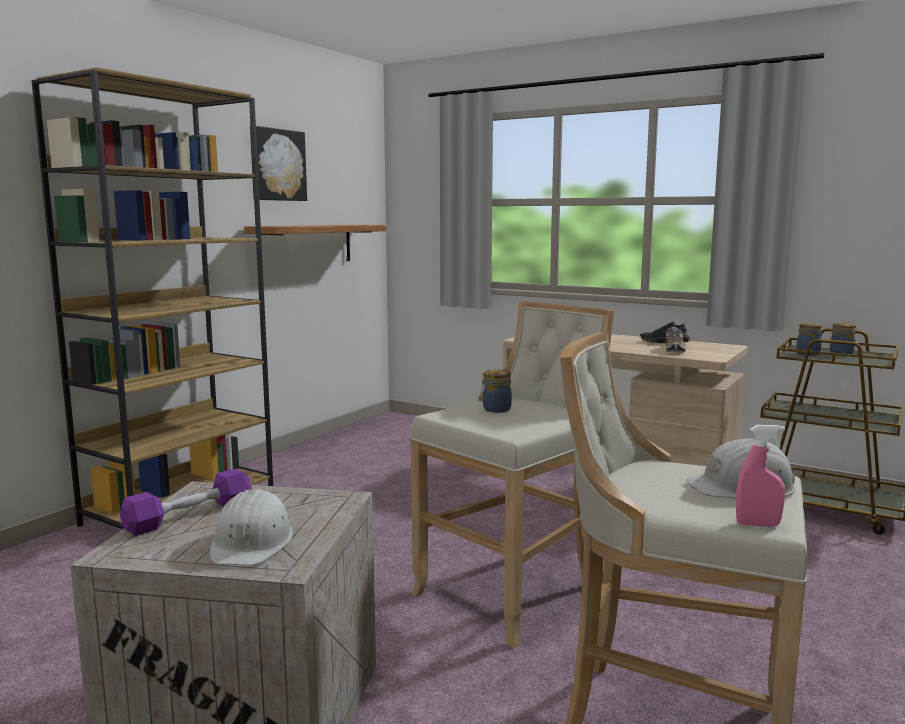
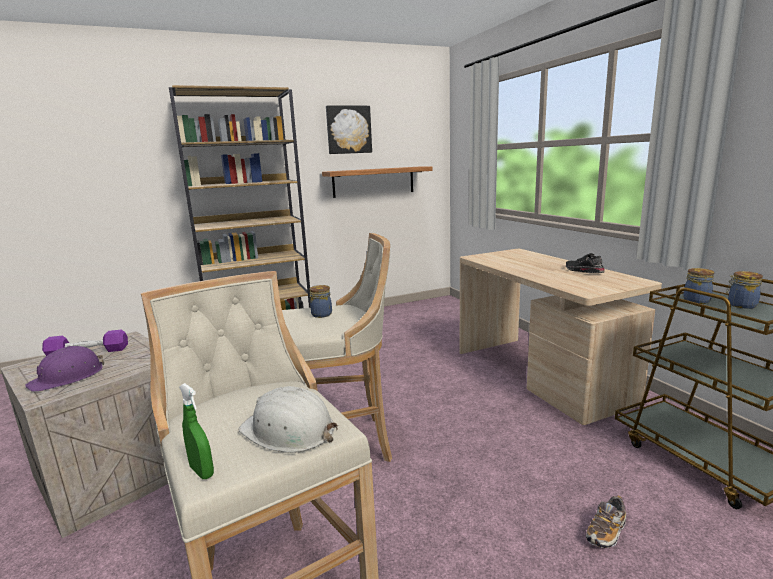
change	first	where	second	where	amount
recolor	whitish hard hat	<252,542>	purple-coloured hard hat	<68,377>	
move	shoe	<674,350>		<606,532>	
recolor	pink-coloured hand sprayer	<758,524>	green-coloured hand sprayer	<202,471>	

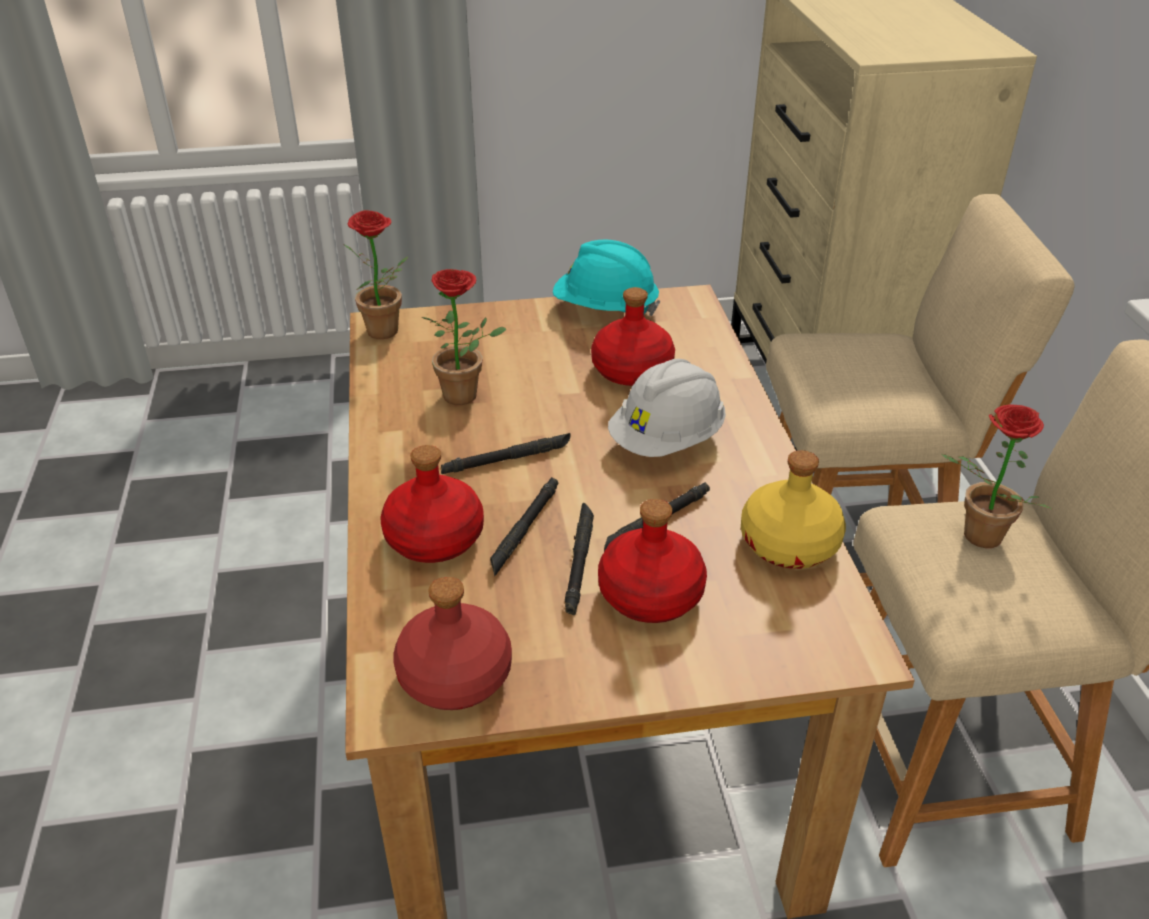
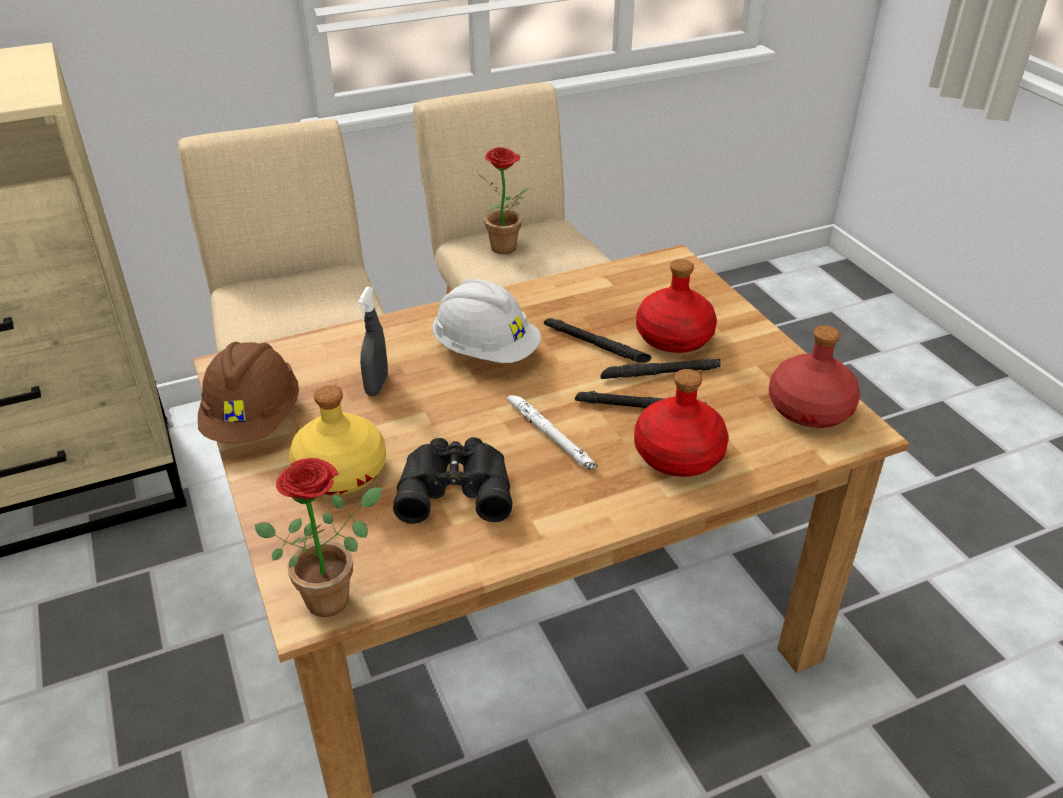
change	first	where	second	where	amount
replace	houseplant	<468,396>	black field glasses	<454,486>	
recolor	black torch	<507,459>	whitish torch	<550,436>	
recolor	turquoise hard hat	<605,309>	brown-coloured hard hat	<254,420>	
replace	red drink bottle	<631,370>	greyish hand sprayer	<377,385>	
move	yellow drink bottle	<789,544>		<342,471>	

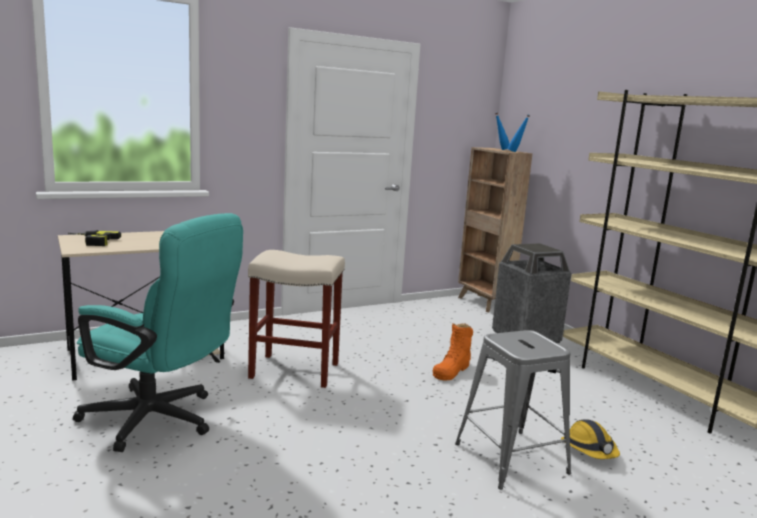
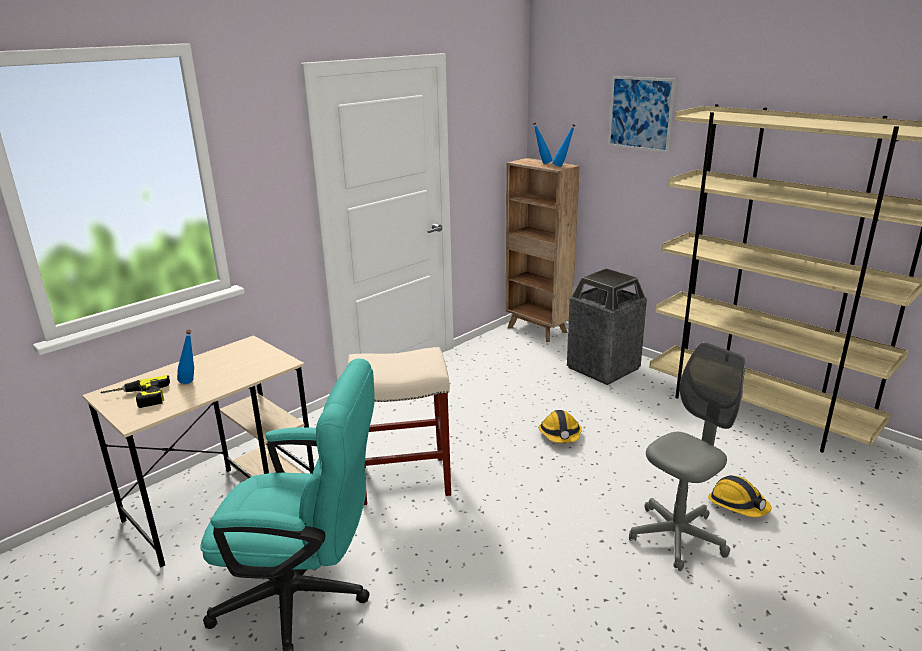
change	first	where	second	where	amount
replace	orangey high-top boot	<452,370>	hard hat	<560,435>	
replace	greyish sitting stool	<510,458>	greyish desk chair	<677,537>	
insert			blue-coloured drink bottle	<191,383>	
insert			wall art	<640,113>	

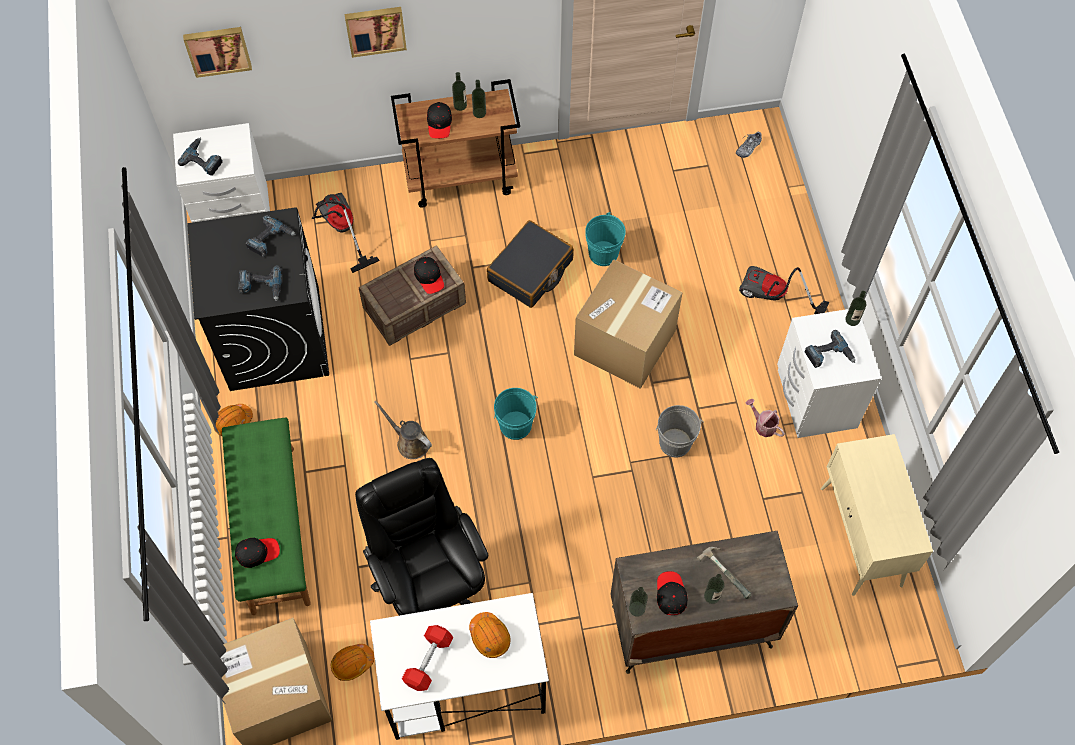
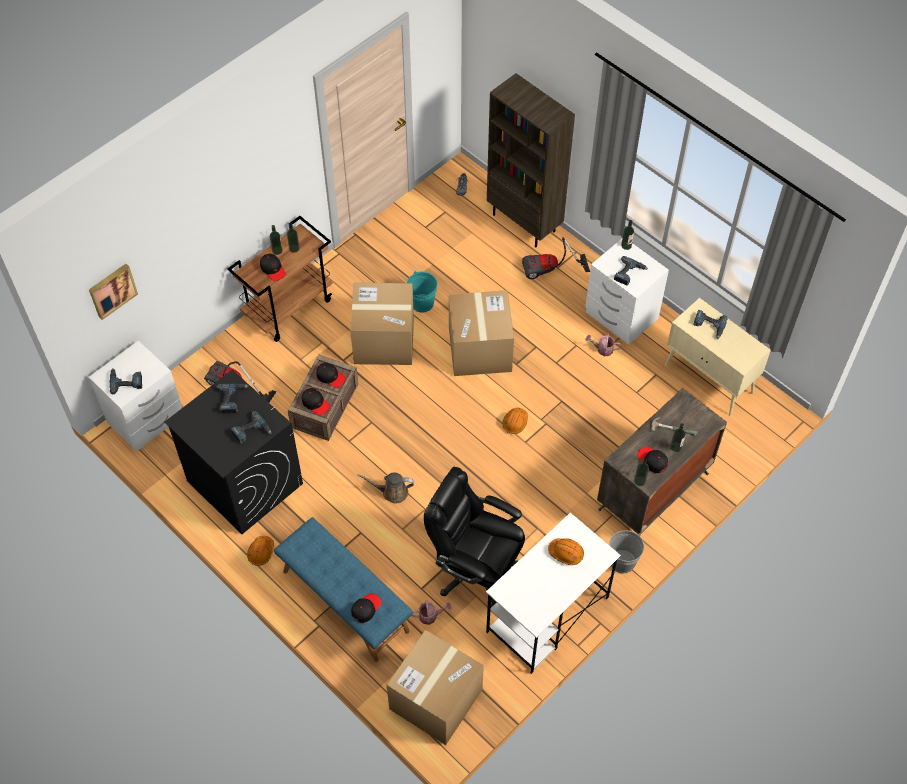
change	first	where	second	where	amount
recolor	green-coloured bench	<272,528>	blue-coloured bench	<344,601>	
move	orangey hard hat	<352,663>		<515,423>	
delete	wall art	<375,29>			
delete	red free weight	<428,661>			
replace	black suitcase	<530,271>	carton	<384,340>	
delete	turquoise water bucket	<515,425>			
move	greyish water bucket	<675,443>		<622,561>	
insert			black cap	<315,403>	
insert			watering pot	<430,616>	
insert			brown-coloured shelving unit	<525,223>	
insert			electric drill	<709,326>	

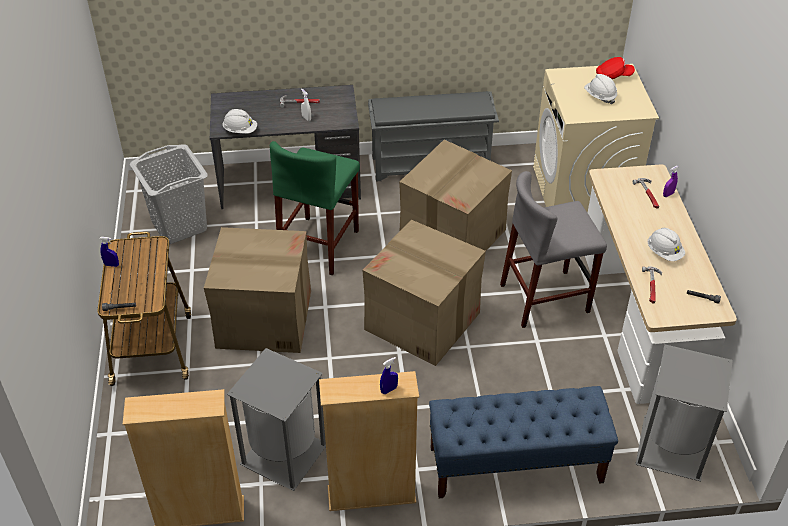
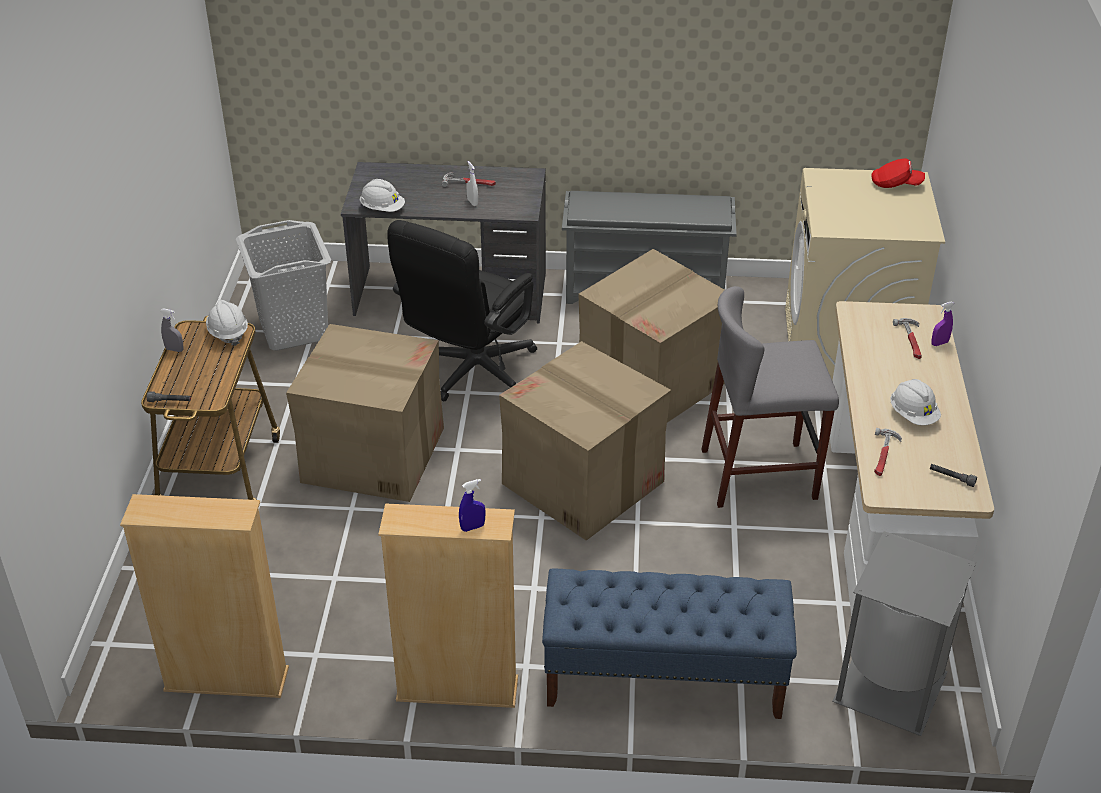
change	first	where	second	where	amount
recolor	blue-coloured hand sprayer	<111,265>	greyish hand sprayer	<174,349>	
delete	greyish rubbish bin	<282,454>			
replace	green-coloured sitting stool	<319,245>	black desk chair	<469,373>	
move	whitish hard hat	<599,96>		<228,333>	

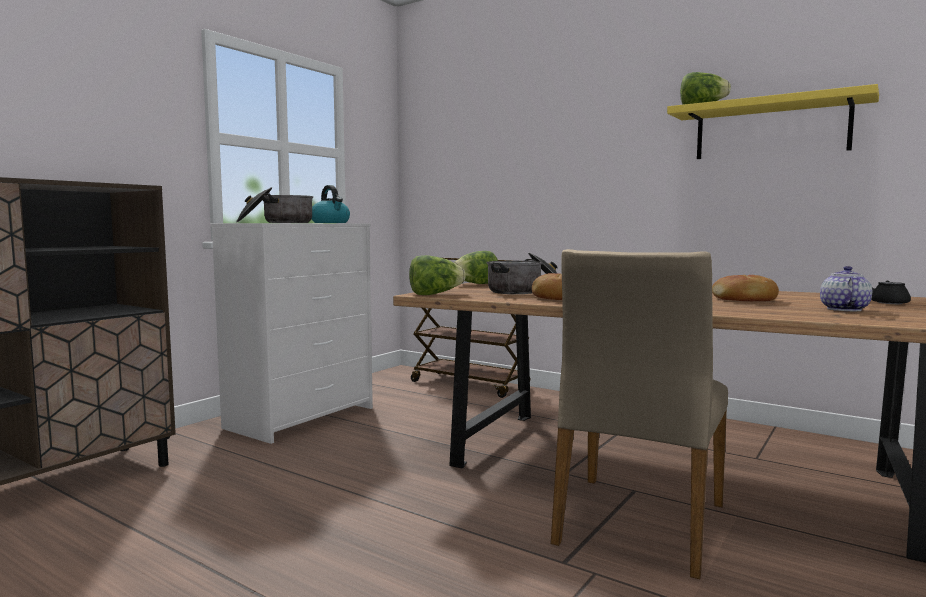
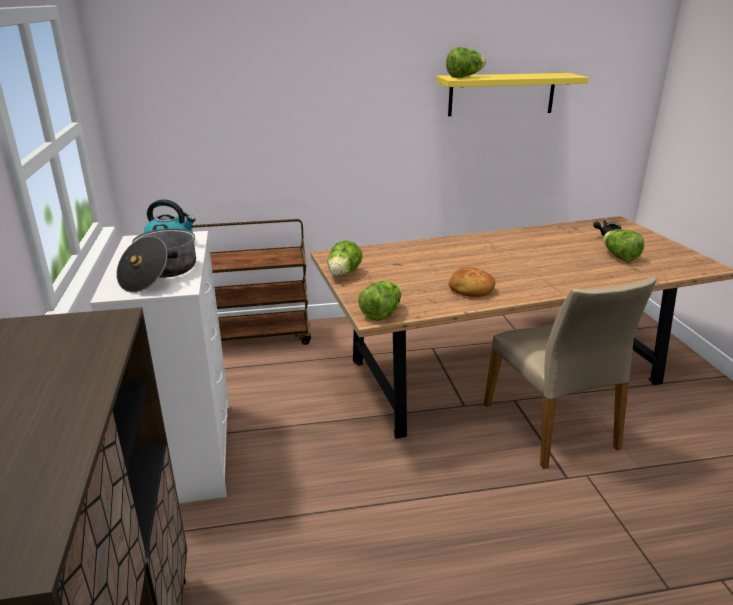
change	first	where	second	where	amount
delete	stockpot	<526,291>			
delete	baked bread	<744,300>			
replace	tea pot	<843,309>	lettuce	<619,257>	

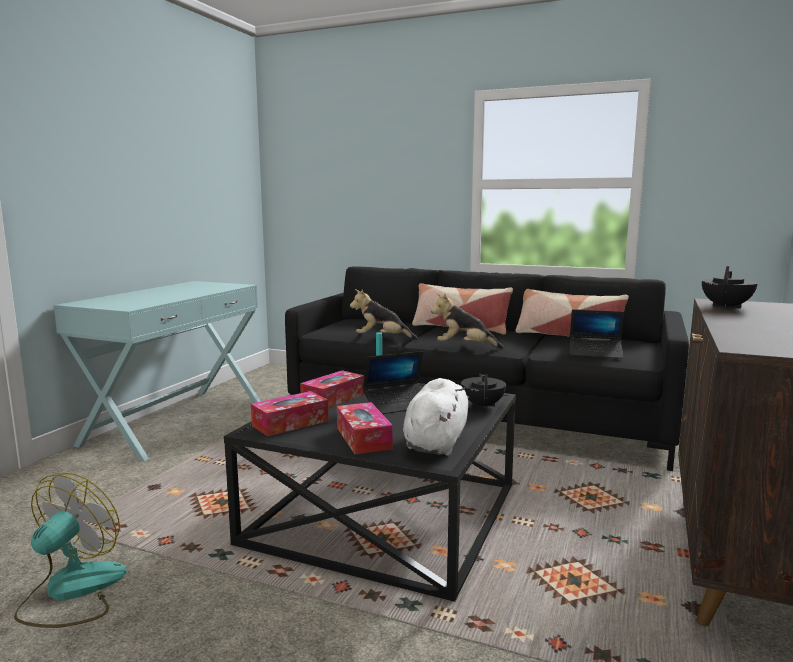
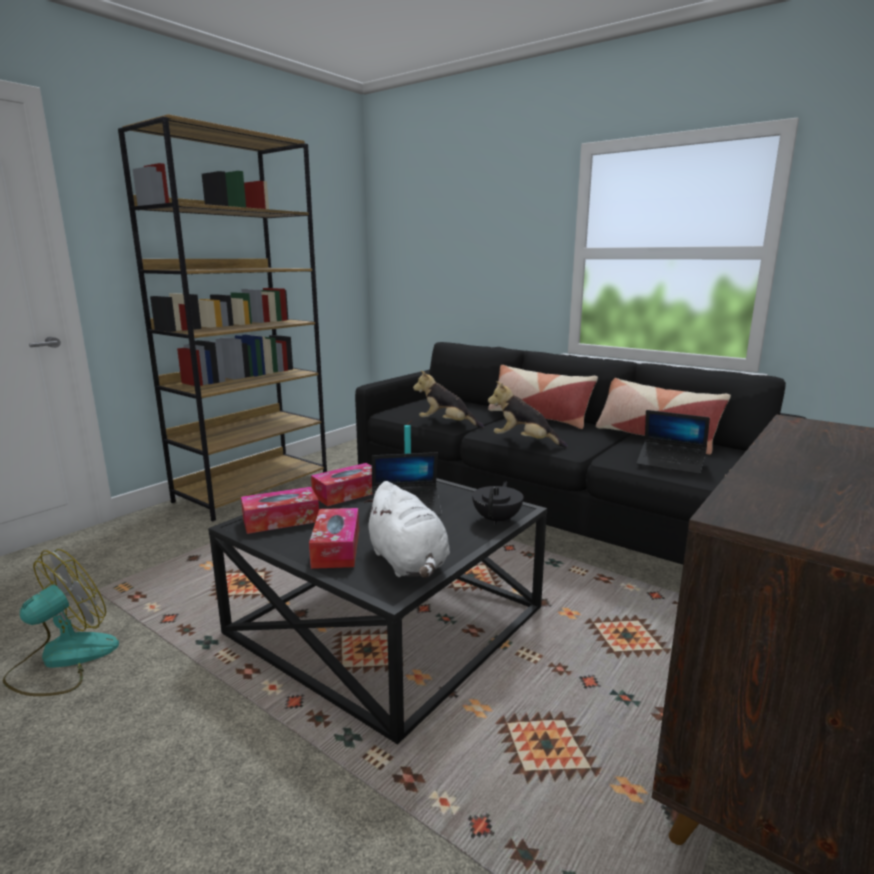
change	first	where	second	where	amount
replace	turquoise console table	<175,421>	brown-coloured shelving unit	<253,489>	
rotate	whitish cuddly toy	<436,442>		<408,563>	120 degrees clockwise
delete	black tea pot	<726,307>			

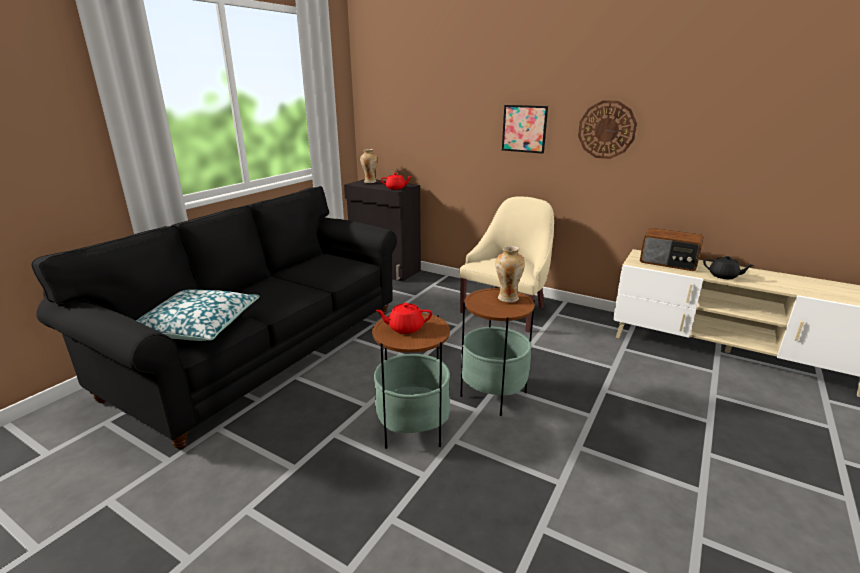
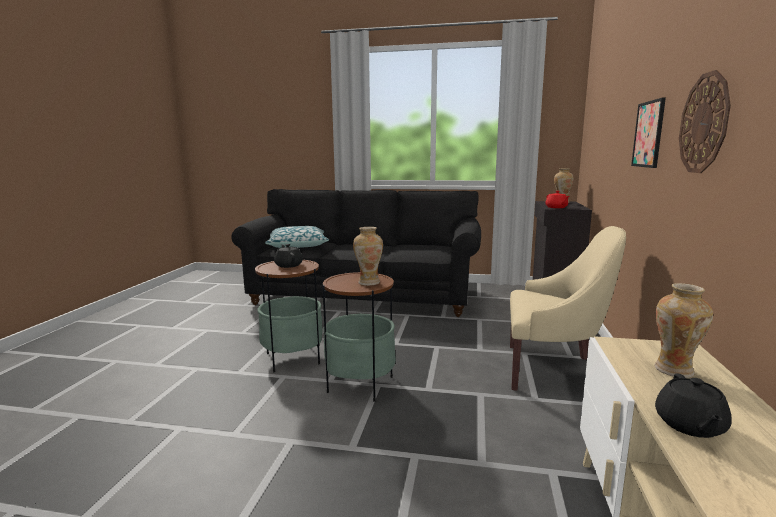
change	first	where	second	where	amount
recolor	red tea pot	<405,328>	black tea pot	<288,265>	
replace	radio set	<668,262>	decorative vase	<675,370>	

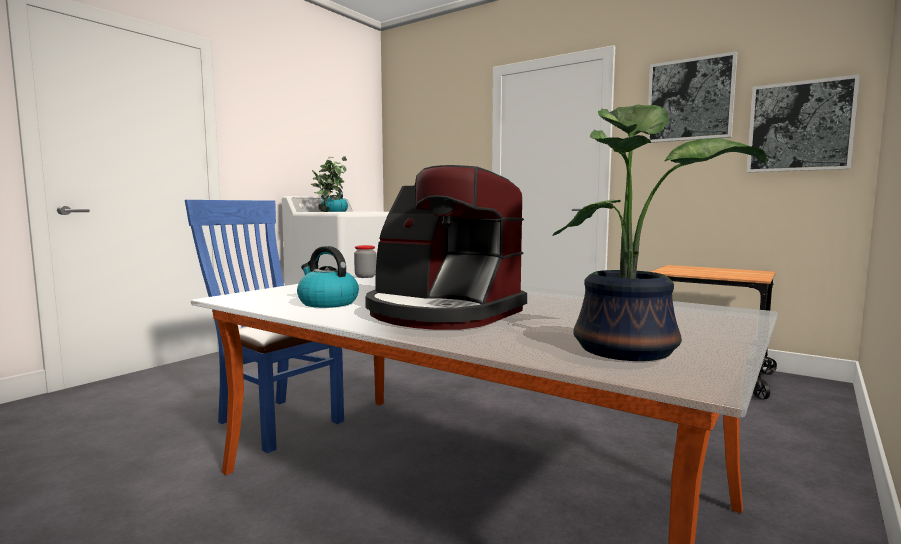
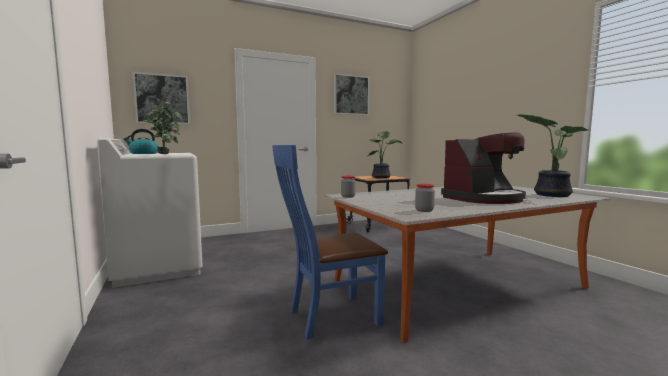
change	first	where	second	where	amount
delete	water kettle	<327,303>			
move	wall art	<800,126>		<162,99>	
insert			houseplant	<382,177>	
insert			jar	<424,210>	

